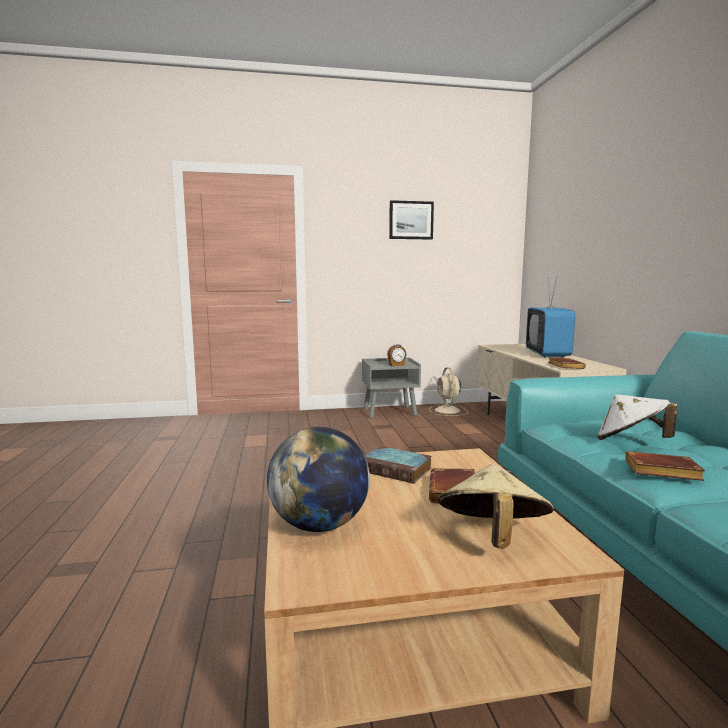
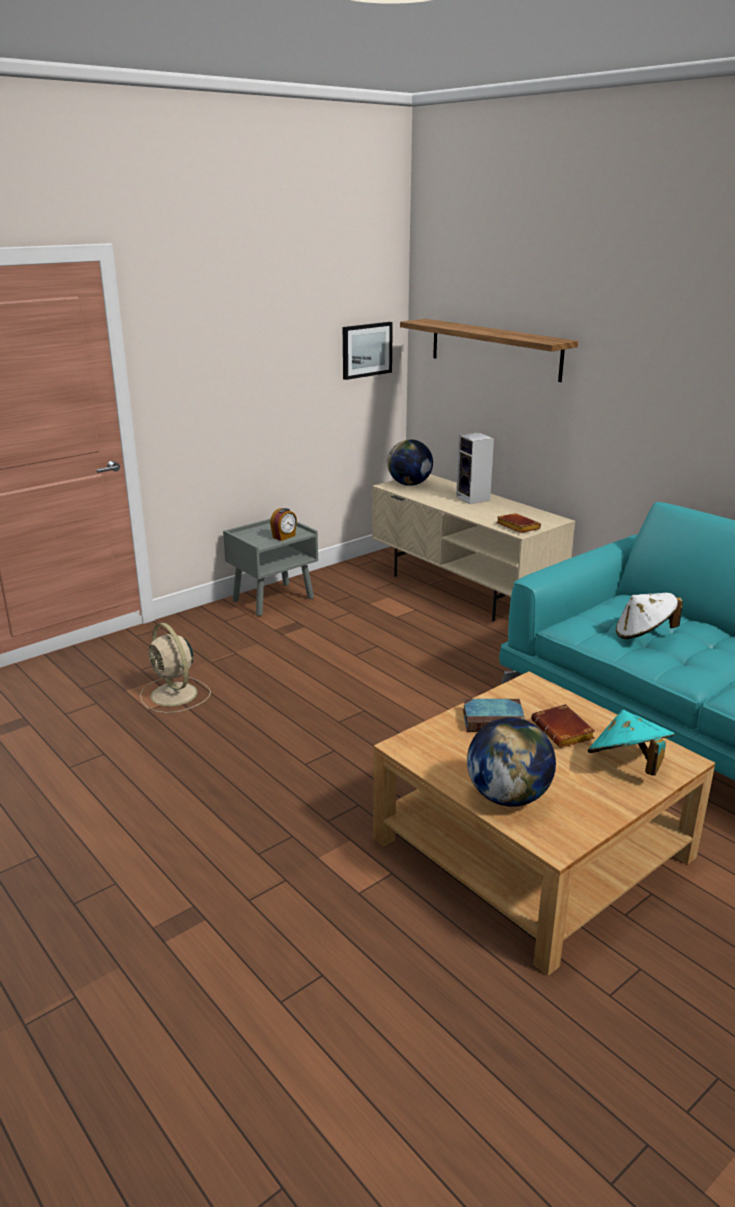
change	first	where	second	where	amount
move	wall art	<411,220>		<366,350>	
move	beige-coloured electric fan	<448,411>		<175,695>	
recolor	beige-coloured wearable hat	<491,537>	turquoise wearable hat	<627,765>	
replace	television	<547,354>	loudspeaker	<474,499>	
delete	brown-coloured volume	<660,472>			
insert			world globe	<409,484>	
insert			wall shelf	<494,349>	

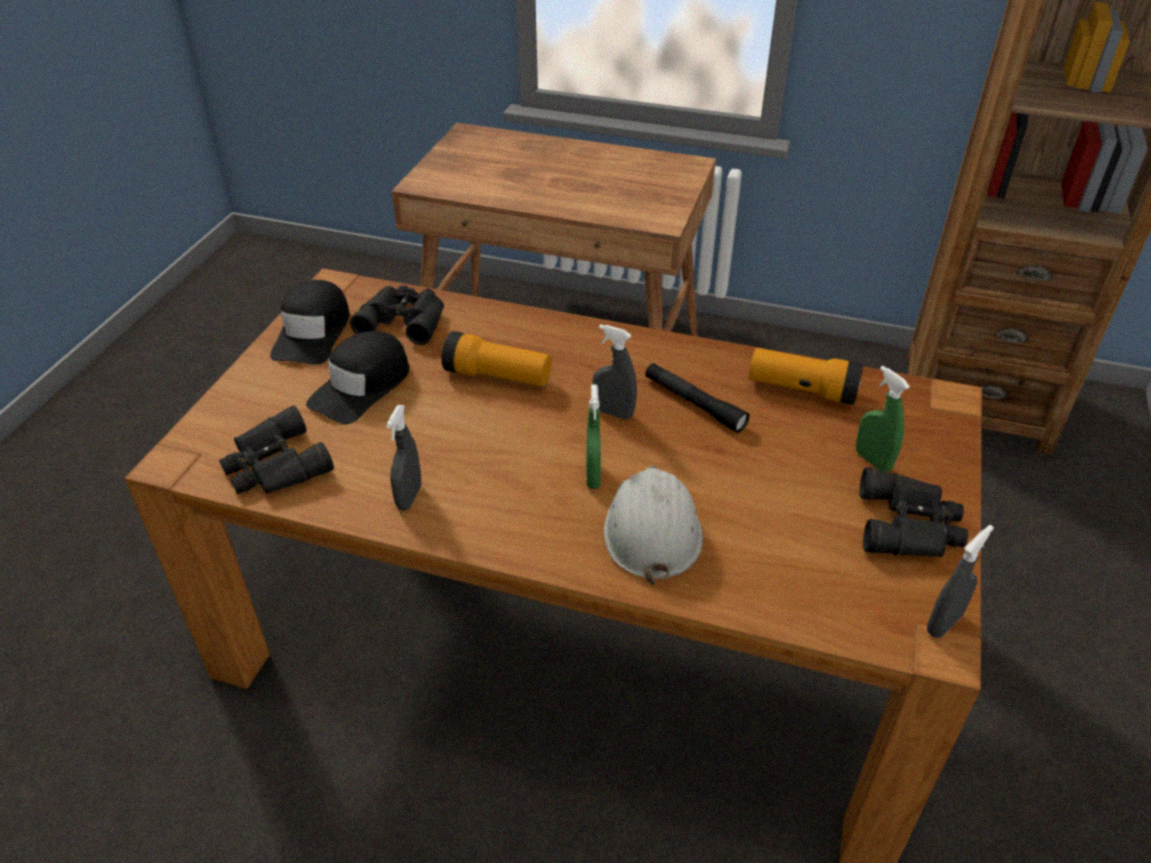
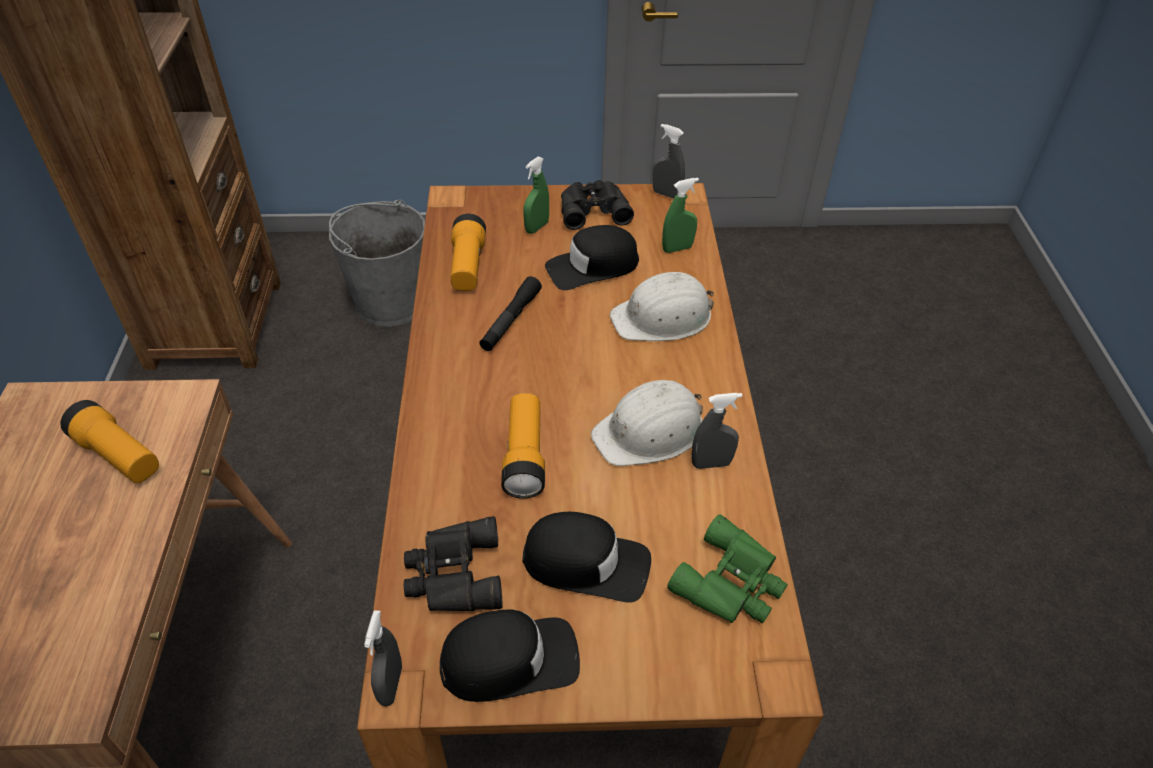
change	first	where	second	where	amount
recolor	black field glasses	<274,466>	green-coloured field glasses	<732,583>	
move	green-coloured hand sprayer	<593,476>		<677,248>	
move	greyish hand sprayer	<613,413>		<390,685>	
insert			torch	<118,455>	
insert			greyish water bucket	<390,302>	
insert			black cap	<592,267>	
insert			whitish hard hat	<650,431>	

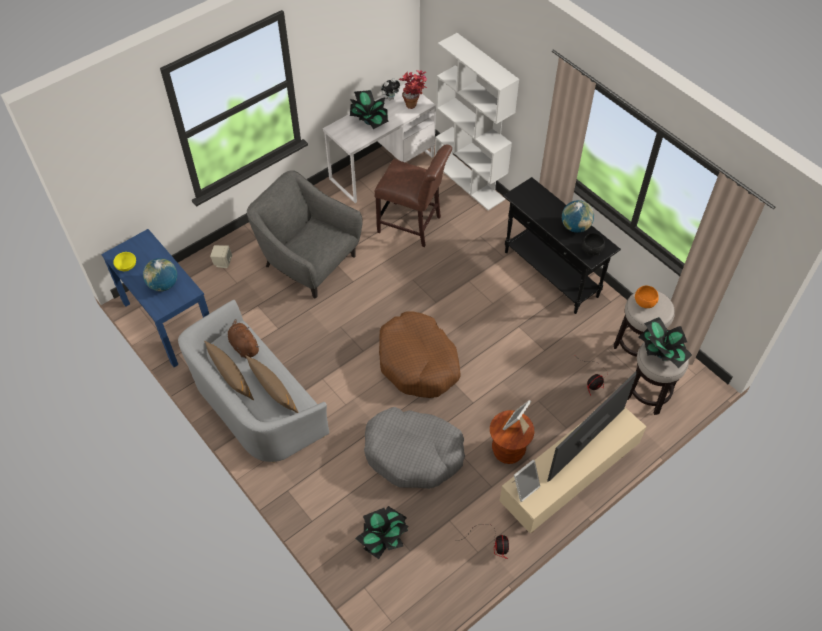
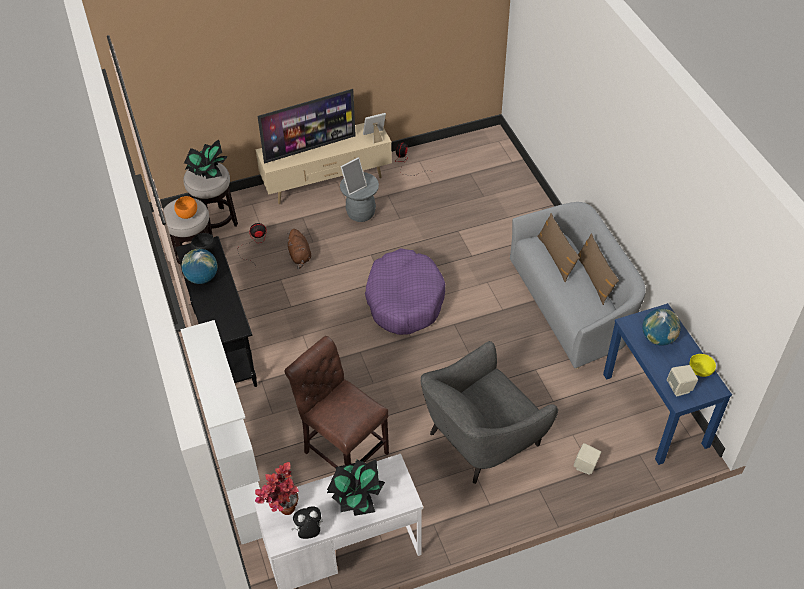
change	first	where	second	where	amount
move	brown-coloured cuddly toy	<244,346>		<300,256>	
rotate	greyish lounge chair	<309,261>		<482,438>	90 degrees clockwise
delete	houseplant	<384,538>			
delete	greyish dog bed	<413,453>			
recolor	brown-coloured dog bed	<418,362>	purple-coloured dog bed	<404,299>	
recolor	brown-coloured sitting stool	<508,451>	greyish sitting stool	<361,213>	
insert			beige-coloured loudspeaker	<679,388>	

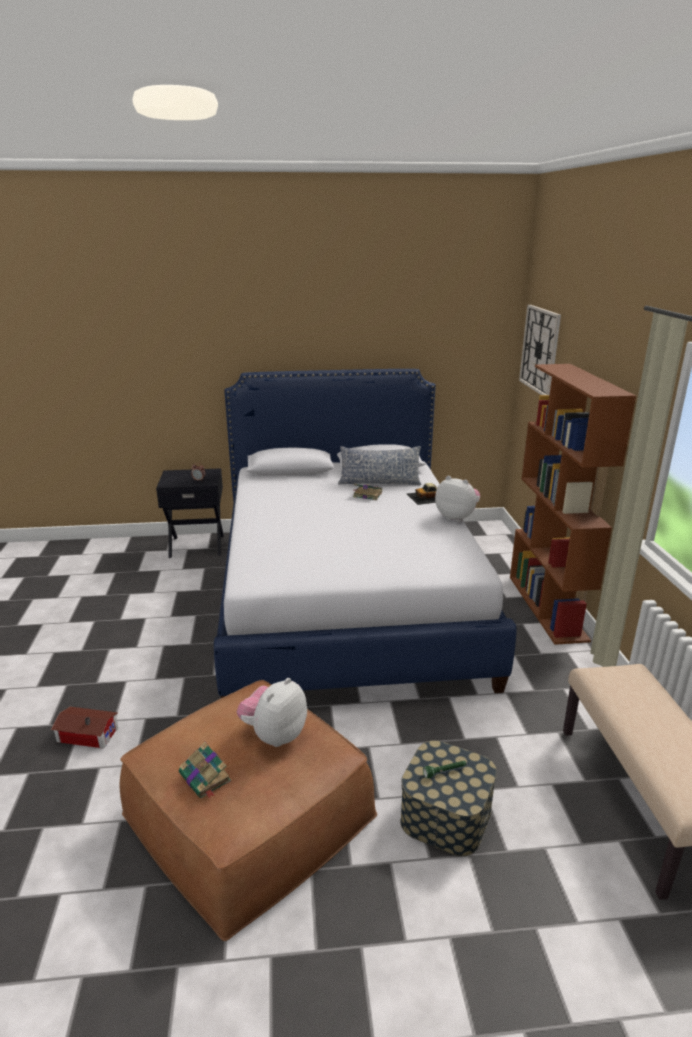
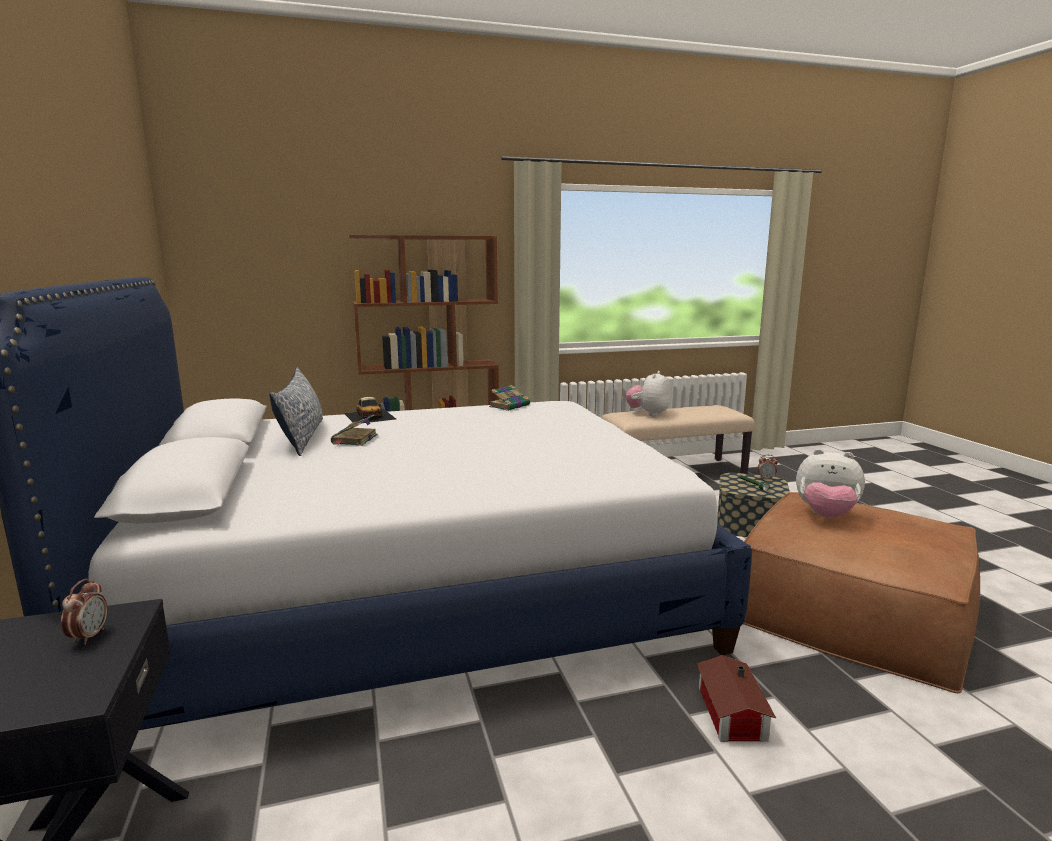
change	first	where	second	where	amount
move	miniature house	<87,733>		<730,714>	
move	volume	<205,778>		<510,406>	
move	cuddly toy	<457,517>		<648,414>	
delete	clock on the wall	<540,350>			
insert			bedside clock	<766,478>	

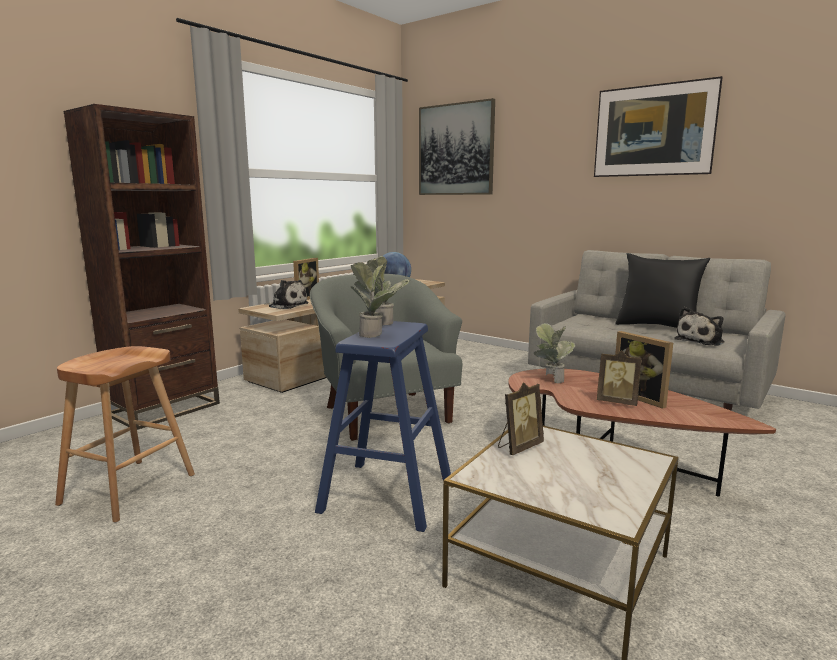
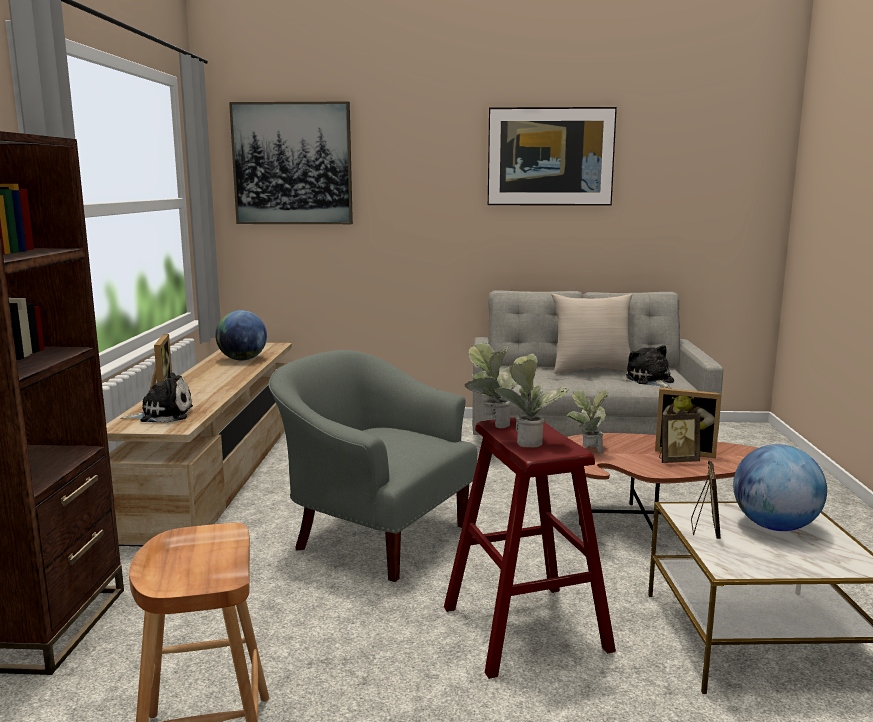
change	first	where	second	where	amount
recolor	blue-coloured sitting stool	<387,494>	red sitting stool	<525,628>	
recolor	black throw pillow	<657,326>	beige-coloured throw pillow	<591,370>	
rotate	cuddly toy	<701,341>		<650,380>	150 degrees clockwise
insert			world globe	<774,526>	

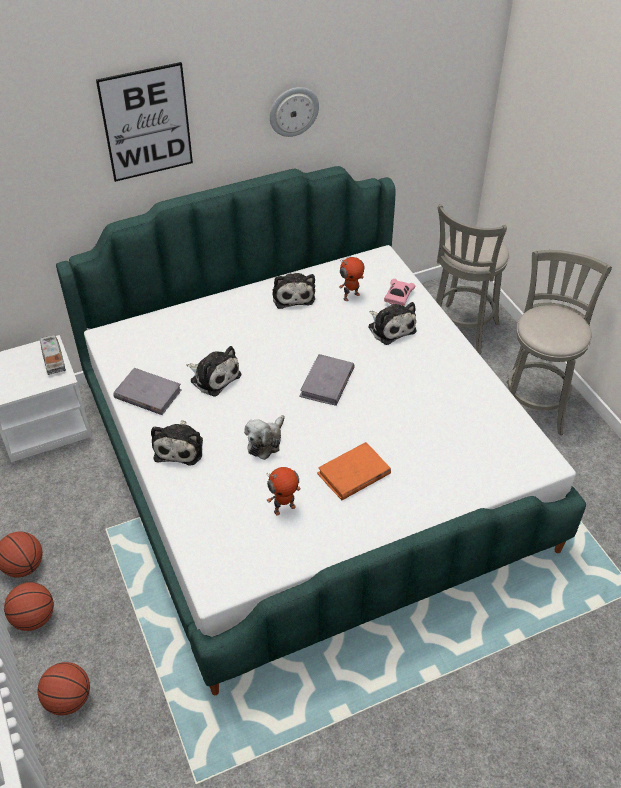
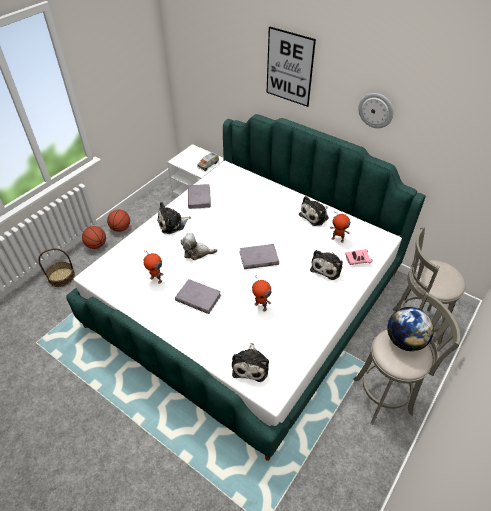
change	first	where	second	where	amount
replace	basketball ball	<68,699>	storage basket	<61,277>	
move	cuddly toy	<213,377>		<251,365>	
recolor	orangey volume	<353,474>	greyish volume	<198,298>	
insert			toy robot	<261,306>	
insert			world globe	<404,341>	

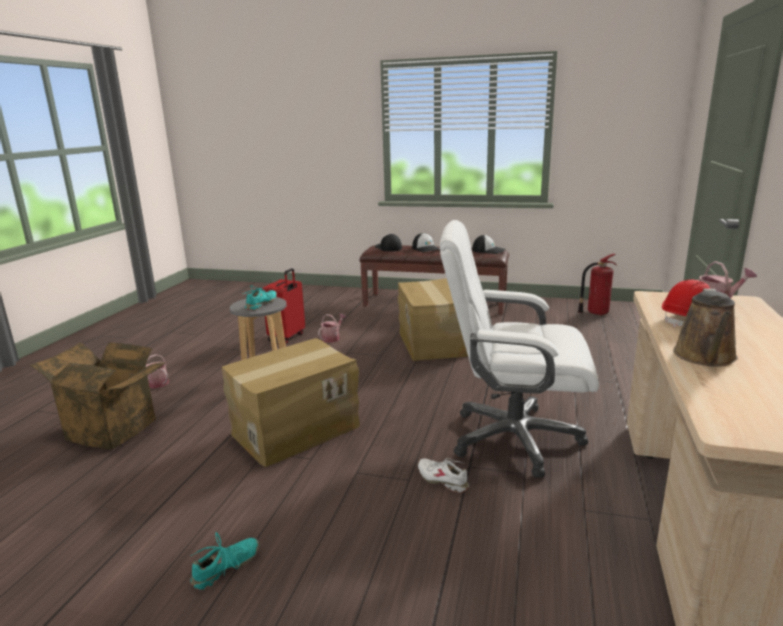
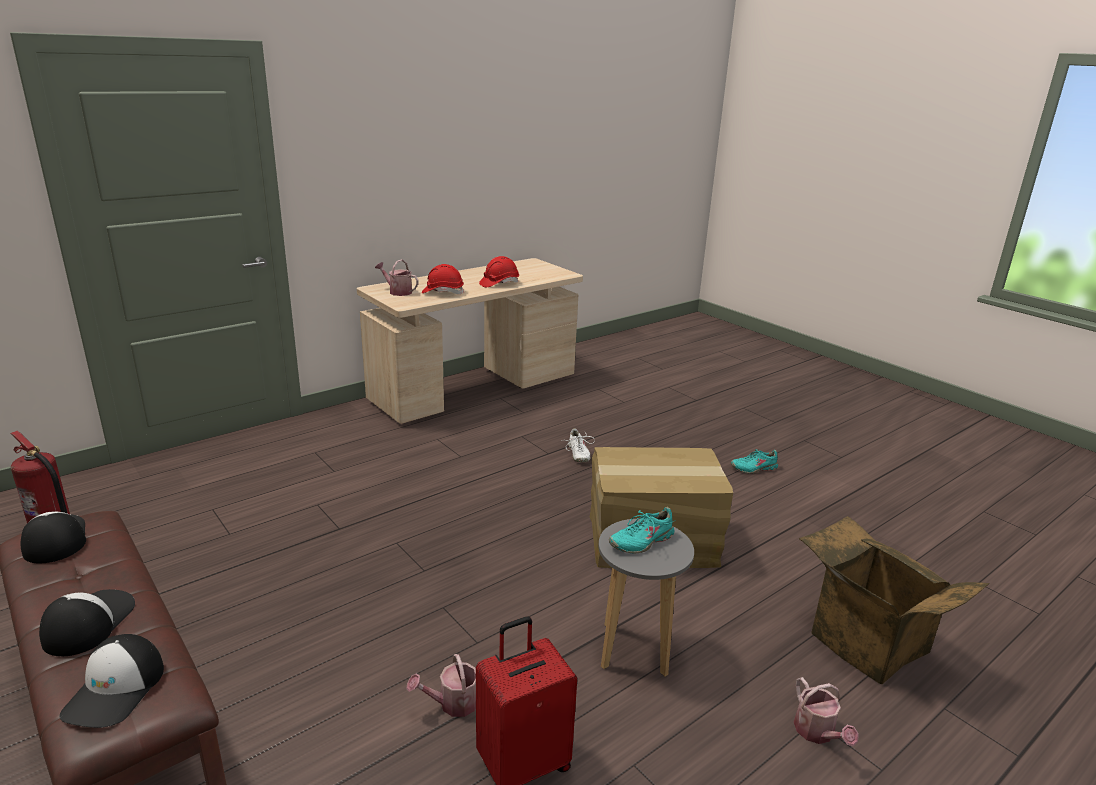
change	first	where	second	where	amount
delete	carton	<433,343>			
delete	whitish desk chair	<513,438>			
replace	brown-coloured watering pot	<705,357>	red hard hat	<499,283>	

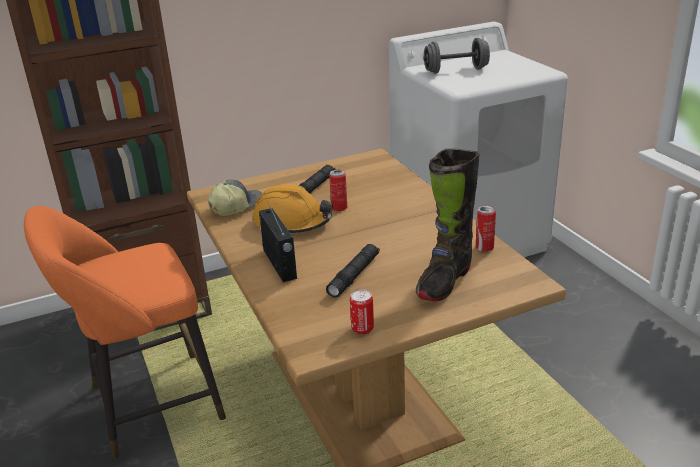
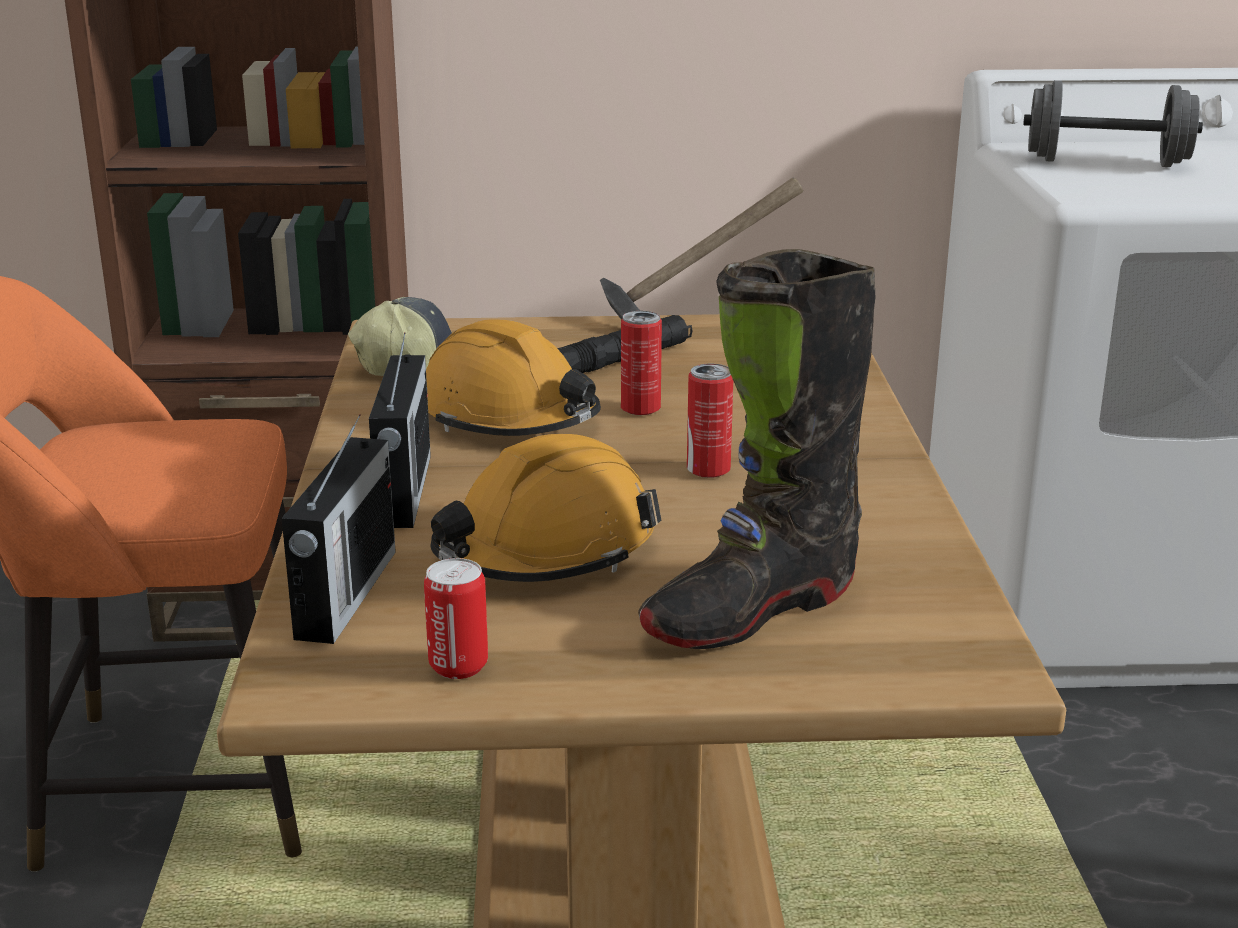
change	first	where	second	where	amount
replace	black torch	<354,275>	orangey hard hat	<545,550>	
move	metal can	<484,248>		<708,470>	
insert			radio set	<344,595>	
insert			hammer	<693,315>	

